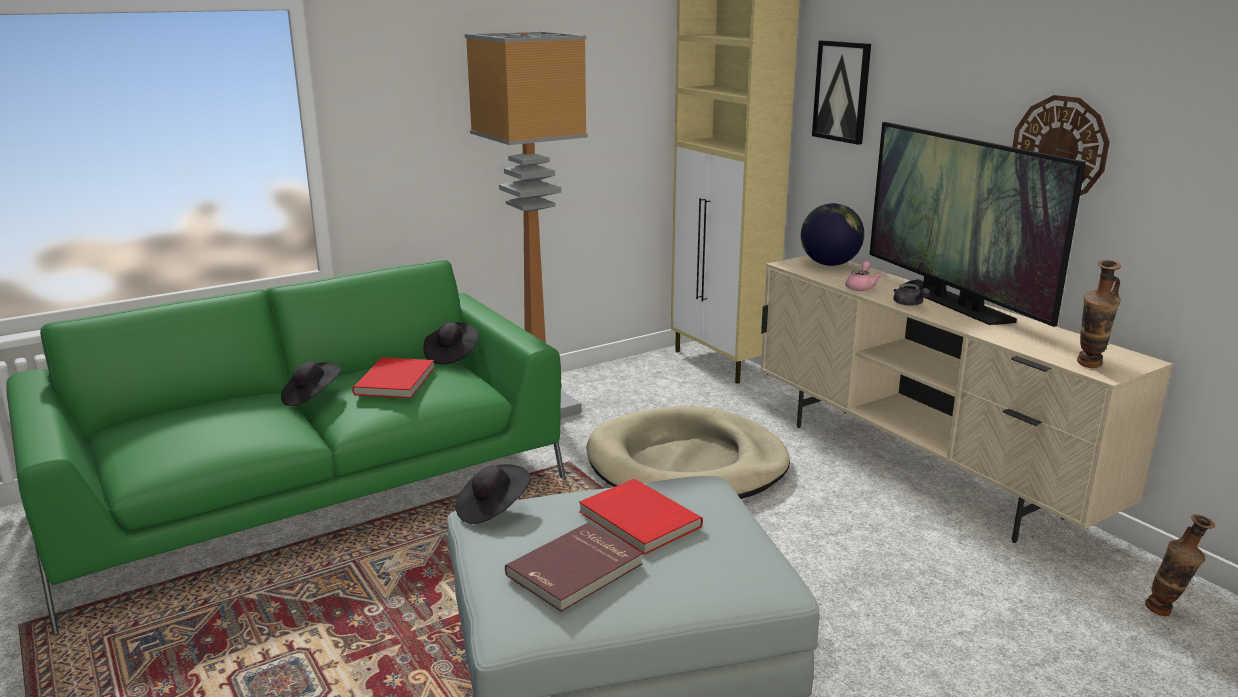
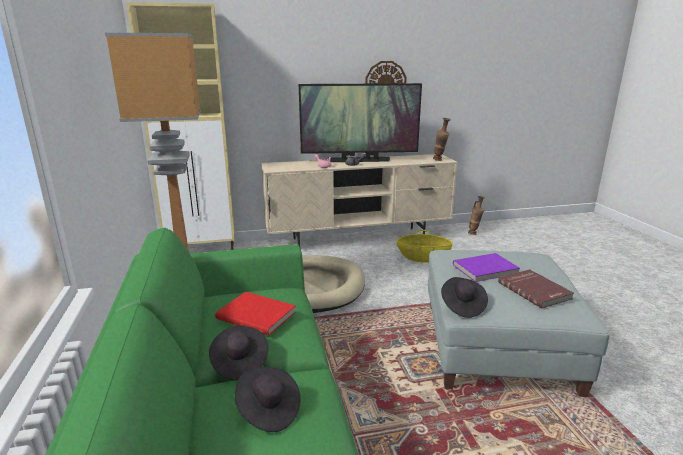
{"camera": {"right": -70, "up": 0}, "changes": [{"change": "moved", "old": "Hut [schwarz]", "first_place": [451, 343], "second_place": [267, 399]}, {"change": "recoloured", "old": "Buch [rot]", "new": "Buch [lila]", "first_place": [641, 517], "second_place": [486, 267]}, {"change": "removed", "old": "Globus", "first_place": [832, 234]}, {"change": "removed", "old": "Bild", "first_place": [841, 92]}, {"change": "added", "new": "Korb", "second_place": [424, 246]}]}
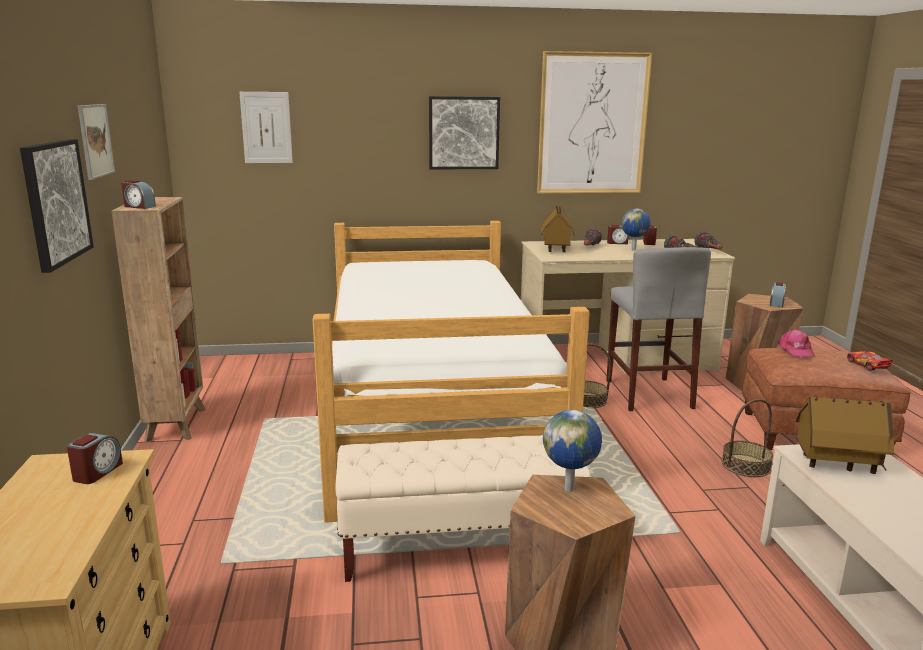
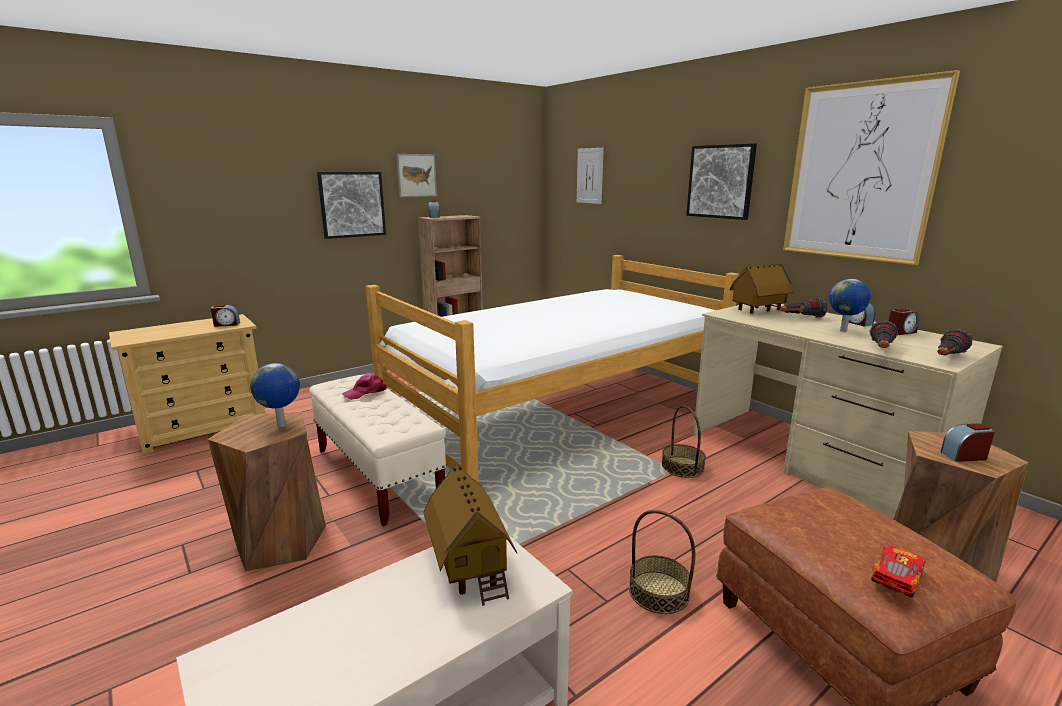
{"camera": {"right": 60, "up": 0}, "changes": [{"change": "removed", "old": "Hocker [grau]", "first_place": [658, 329]}, {"change": "moved", "old": "Kappe [rosa]", "first_place": [796, 343], "second_place": [364, 386]}]}
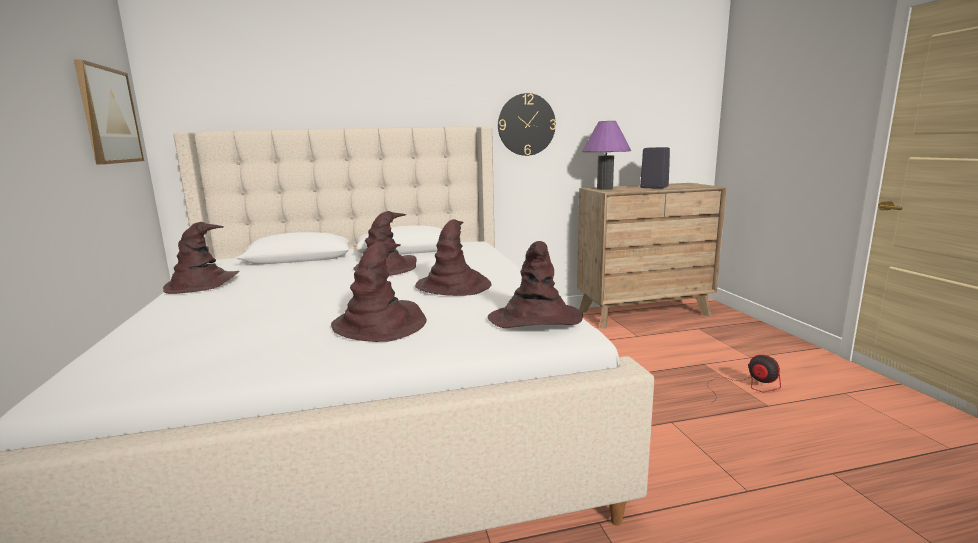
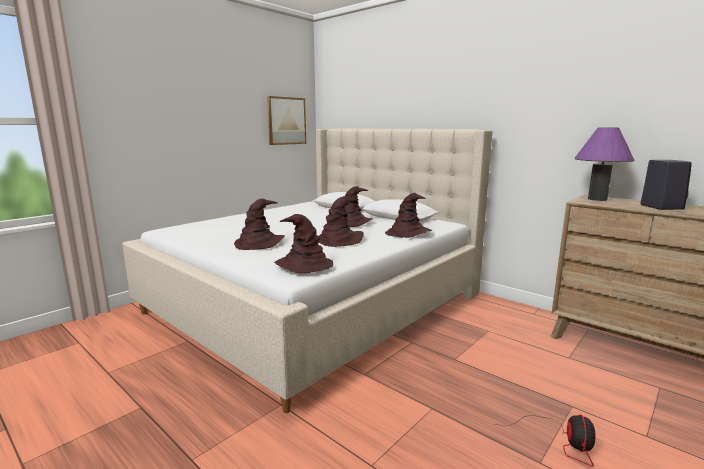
{"camera": {"right": 55, "up": 0}, "changes": [{"change": "moved", "old": "Hut [braun]", "first_place": [201, 258], "second_place": [408, 215]}, {"change": "removed", "old": "Wanduhr", "first_place": [527, 124]}]}
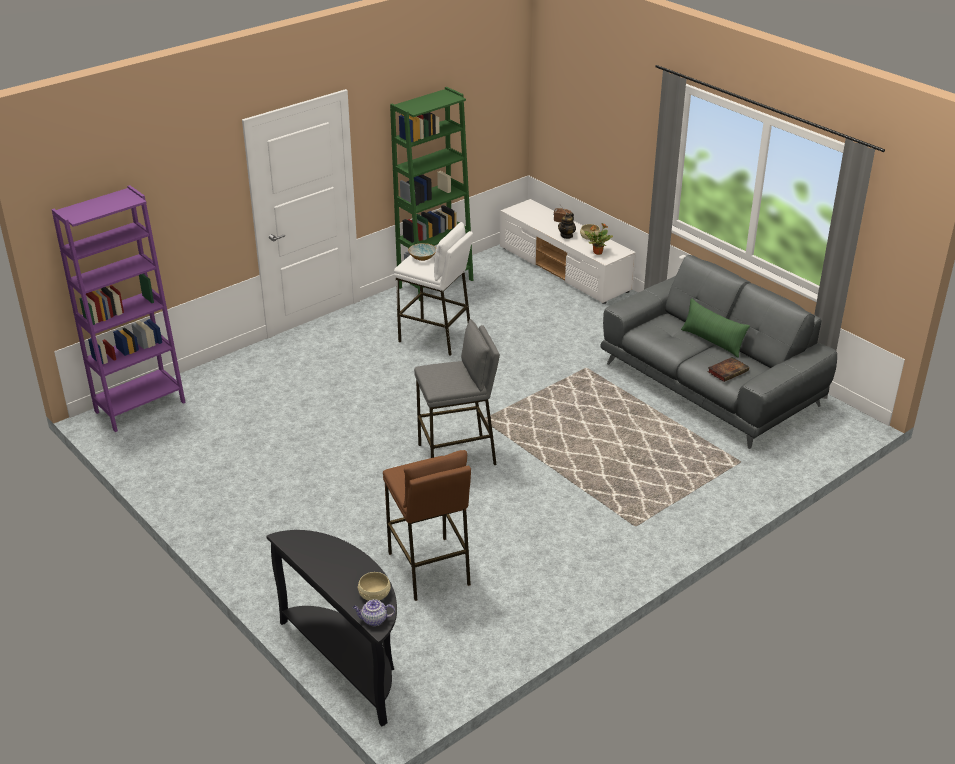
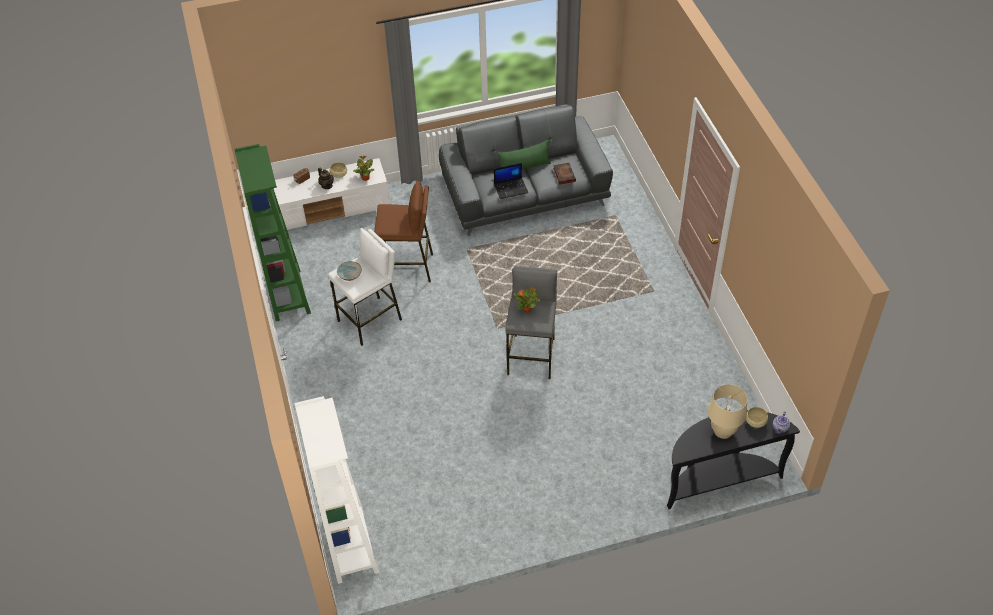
{"camera": {"right": -65, "up": 15}, "changes": [{"change": "recoloured", "old": "Bücherregal [lila]", "new": "Bücherregal [weiß]", "first_place": [119, 308], "second_place": [337, 490]}, {"change": "moved", "old": "Hocker [braun]", "first_place": [427, 525], "second_place": [403, 231]}, {"change": "added", "new": "Laptop", "second_place": [511, 181]}, {"change": "added", "new": "Topfpflanze", "second_place": [527, 299]}, {"change": "added", "new": "Tischlampe [beige]", "second_place": [727, 411]}]}
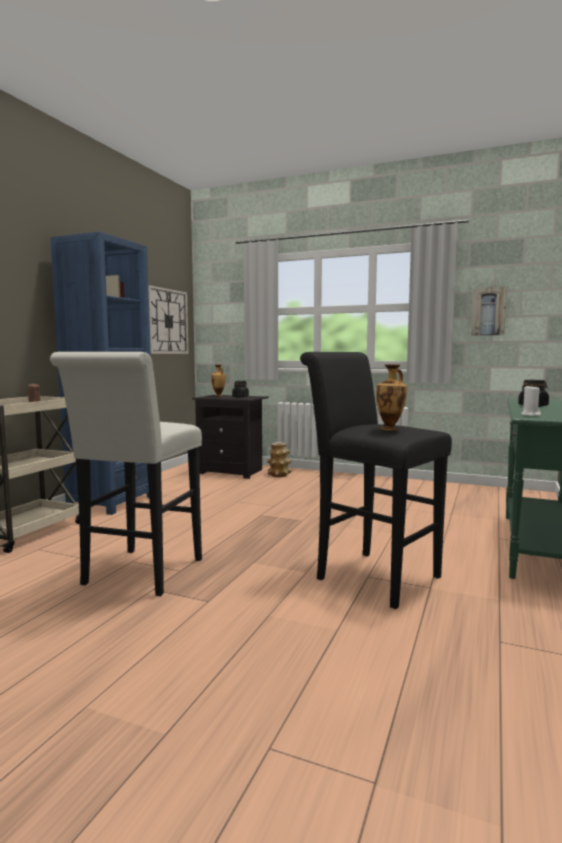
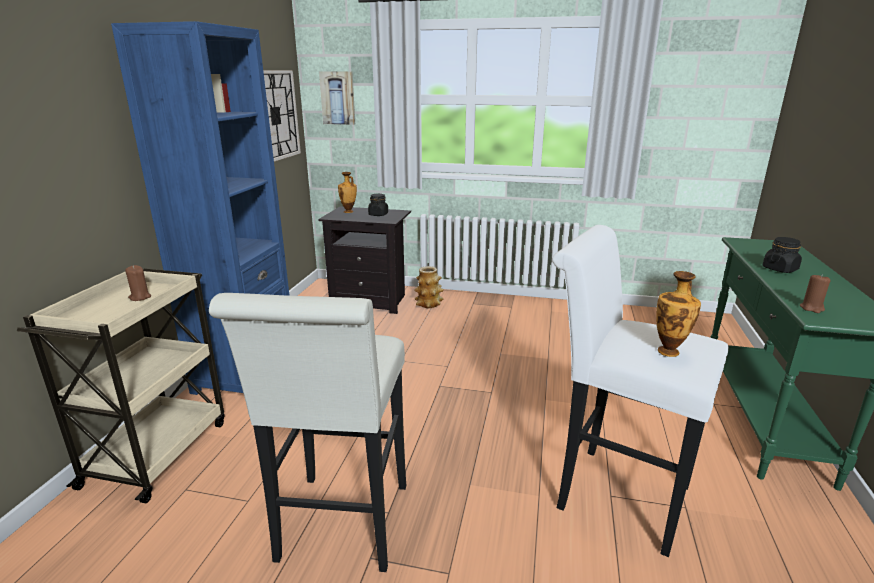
{"camera": {"right": -10, "up": 15}, "changes": [{"change": "recoloured", "old": "Hocker [schwarz]", "new": "Hocker [weiß]", "first_place": [376, 480], "second_place": [640, 391]}, {"change": "moved", "old": "Bild", "first_place": [488, 311], "second_place": [337, 98]}, {"change": "recoloured", "old": "Kerze [weiß]", "new": "Kerze [braun]", "first_place": [531, 400], "second_place": [815, 293]}]}
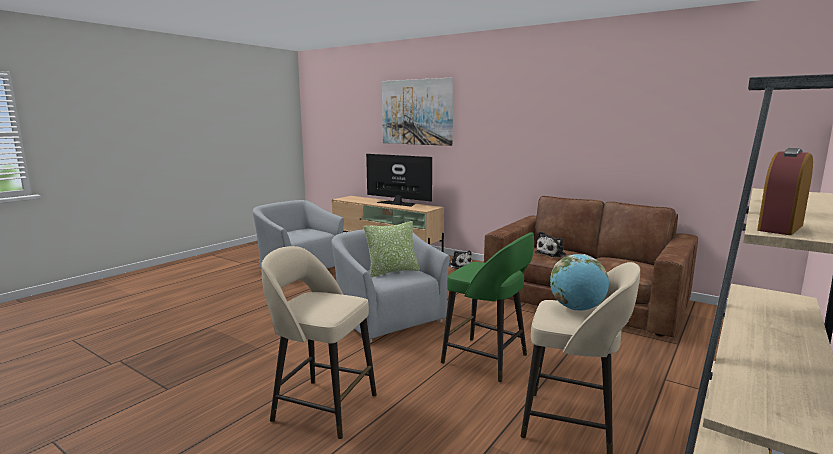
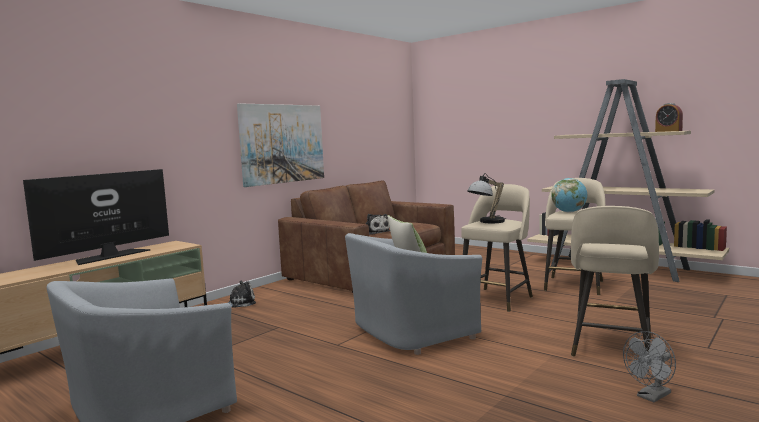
{"camera": {"right": -85, "up": -5}, "changes": [{"change": "moved", "old": "Bild", "first_place": [417, 112], "second_place": [280, 145]}, {"change": "recoloured", "old": "Hocker [grün]", "new": "Hocker [beige]", "first_place": [487, 307], "second_place": [497, 248]}, {"change": "added", "new": "Tischlampe", "second_place": [487, 198]}, {"change": "added", "new": "Ventilator [grau]", "second_place": [649, 366]}]}
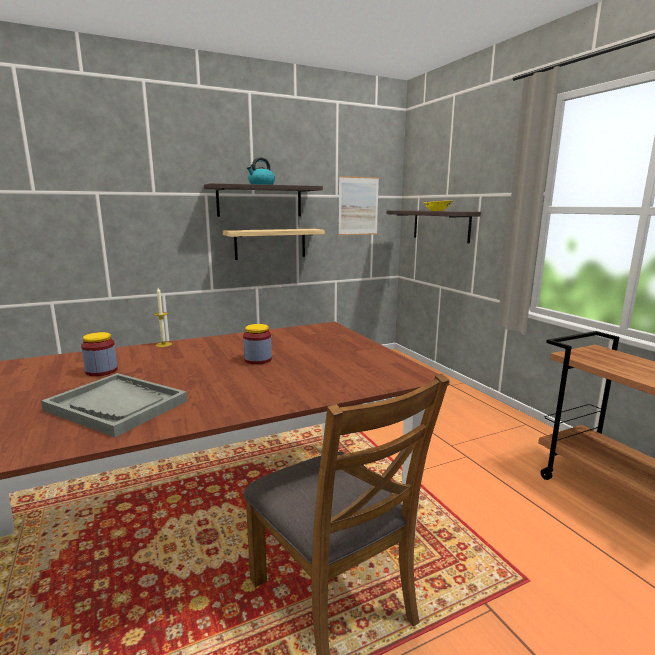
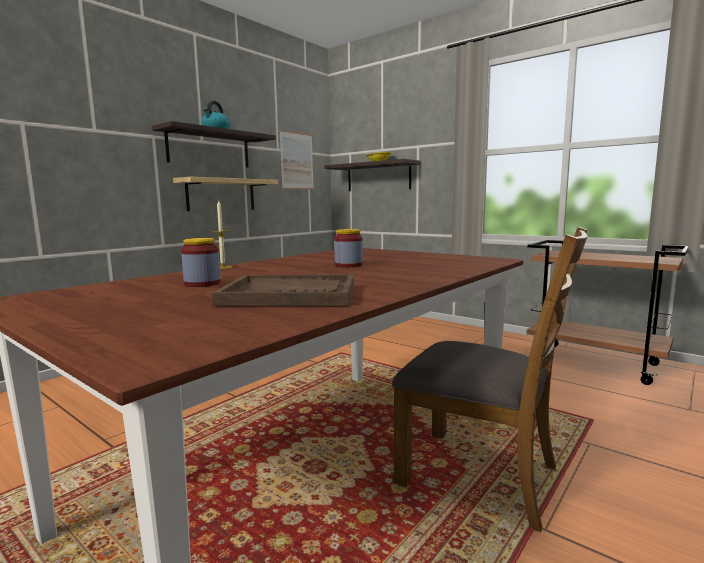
{"camera": {"right": -25, "up": -5}, "changes": [{"change": "recoloured", "old": "Tablett [grau]", "new": "Tablett [braun]", "first_place": [114, 405], "second_place": [283, 290]}]}
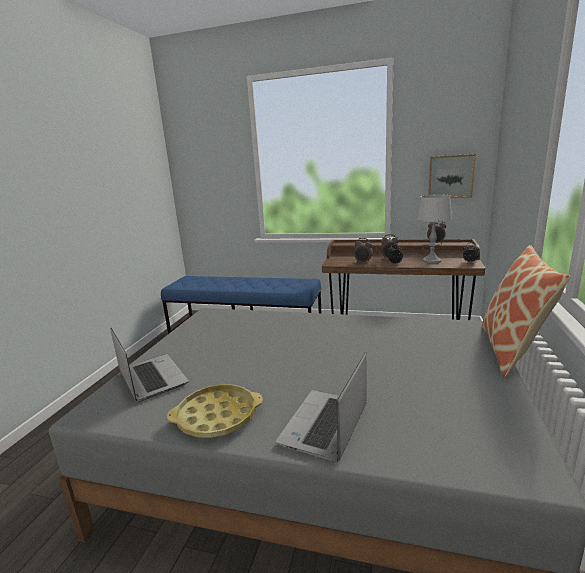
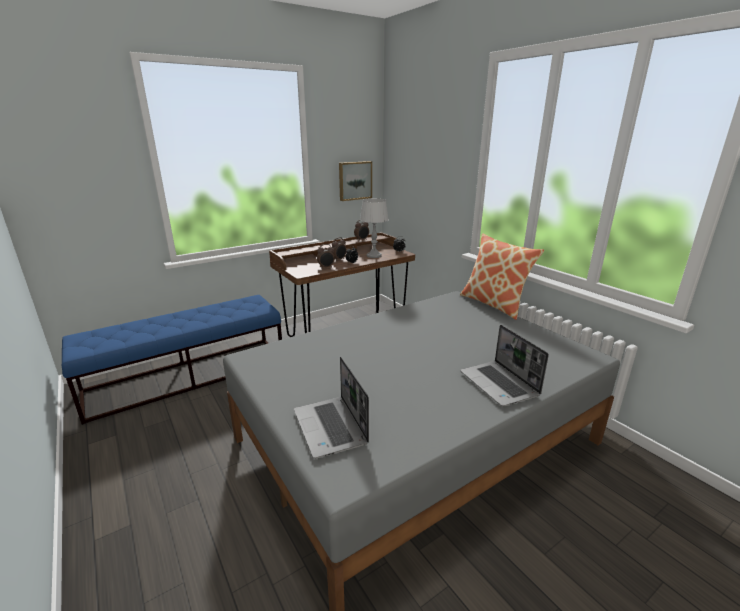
{"camera": {"right": -50, "up": 5}, "changes": [{"change": "turned", "old": "Laptop", "first_place": [150, 365], "second_place": [331, 408], "degrees": -120}, {"change": "removed", "old": "Tablett [gelb]", "first_place": [215, 411]}]}
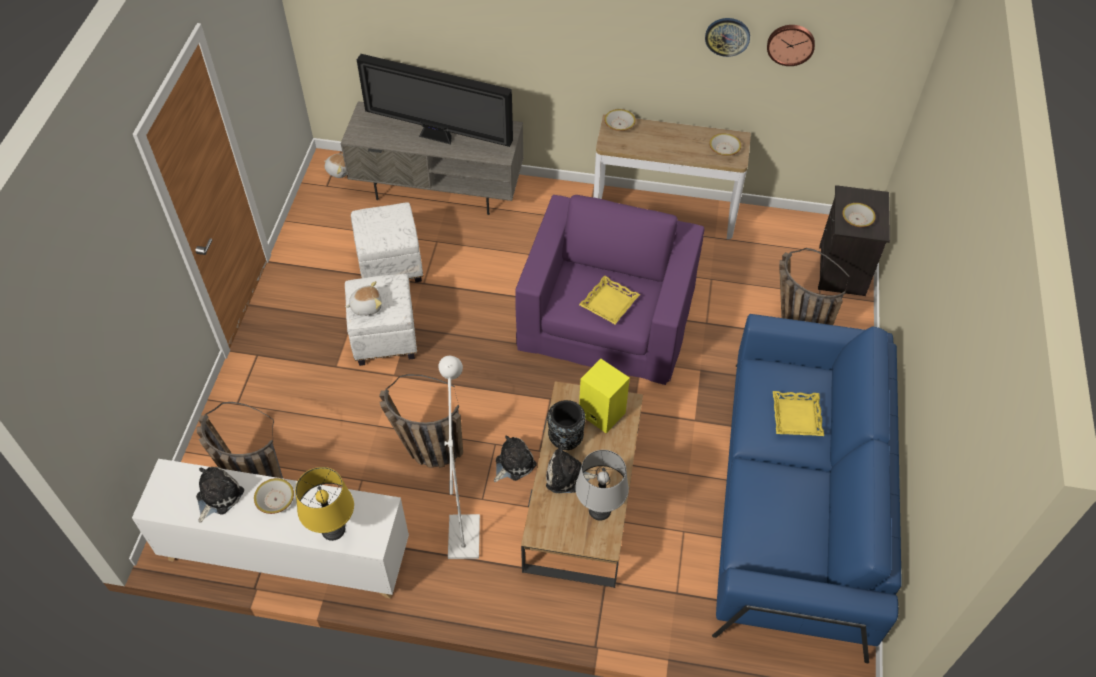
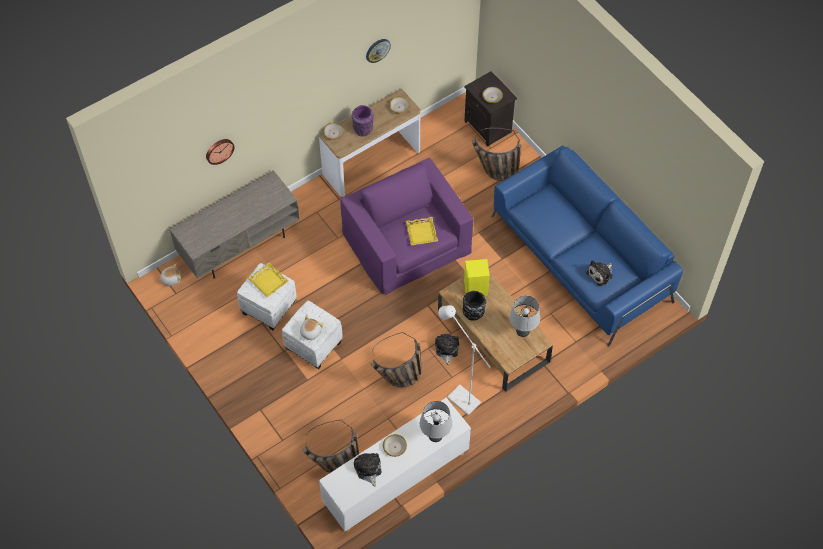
{"camera": {"right": -45, "up": 5}, "changes": [{"change": "recoloured", "old": "Tischlampe [gelb]", "new": "Tischlampe [grau]", "first_place": [324, 504], "second_place": [436, 421]}, {"change": "removed", "old": "Fernseher", "first_place": [435, 100]}, {"change": "moved", "old": "Plüschtier", "first_place": [571, 469], "second_place": [599, 273]}, {"change": "moved", "old": "Wanduhr", "first_place": [791, 45], "second_place": [220, 152]}, {"change": "moved", "old": "Tablett [gelb]", "first_place": [798, 413], "second_place": [268, 279]}, {"change": "added", "new": "Vase [lila]", "second_place": [363, 120]}]}
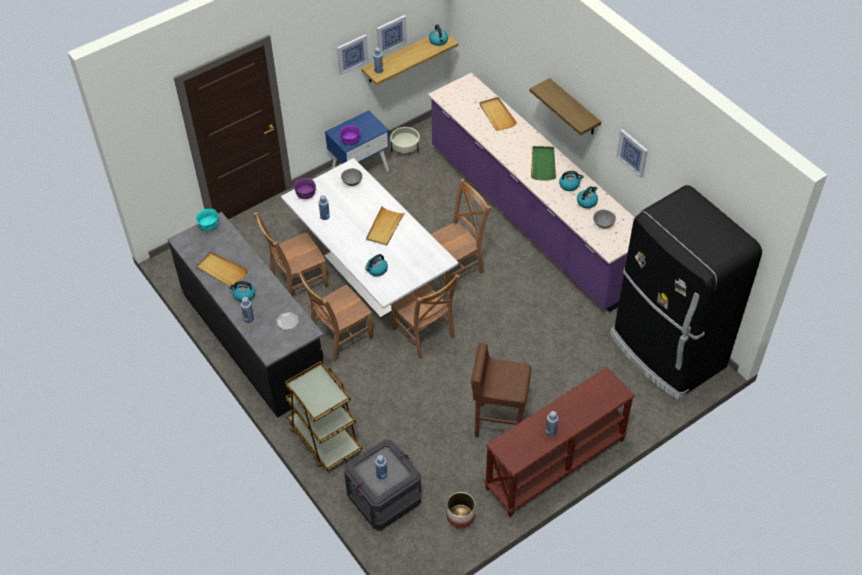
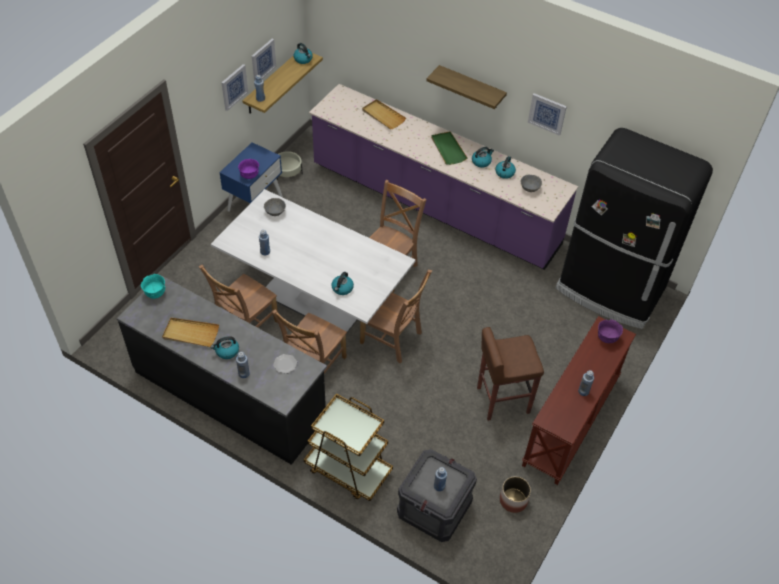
{"camera": {"right": -25, "up": 0}, "changes": [{"change": "moved", "old": "Schüssel [lila]", "first_place": [304, 188], "second_place": [610, 331]}, {"change": "removed", "old": "Tablett [beige]", "first_place": [385, 226]}]}
